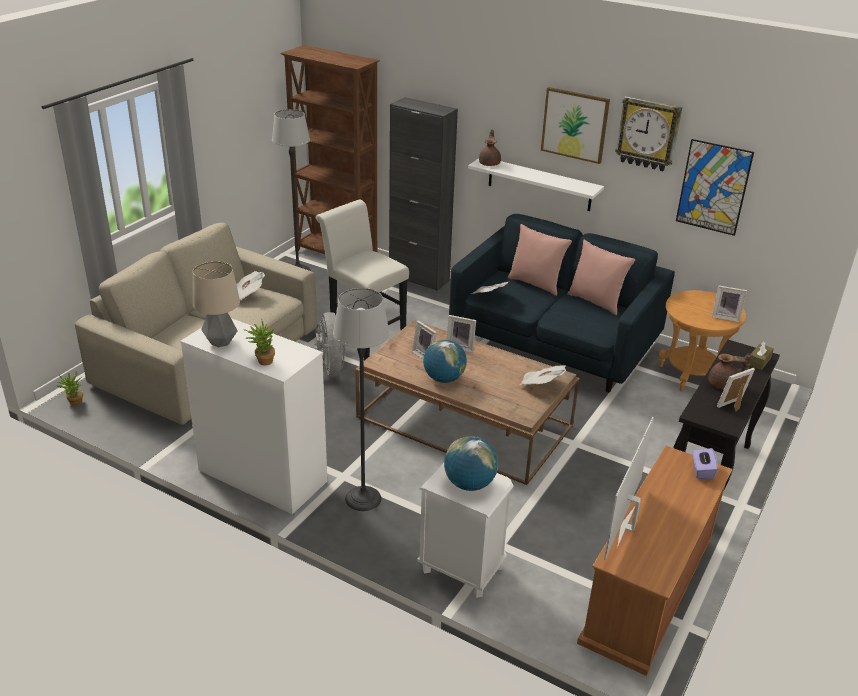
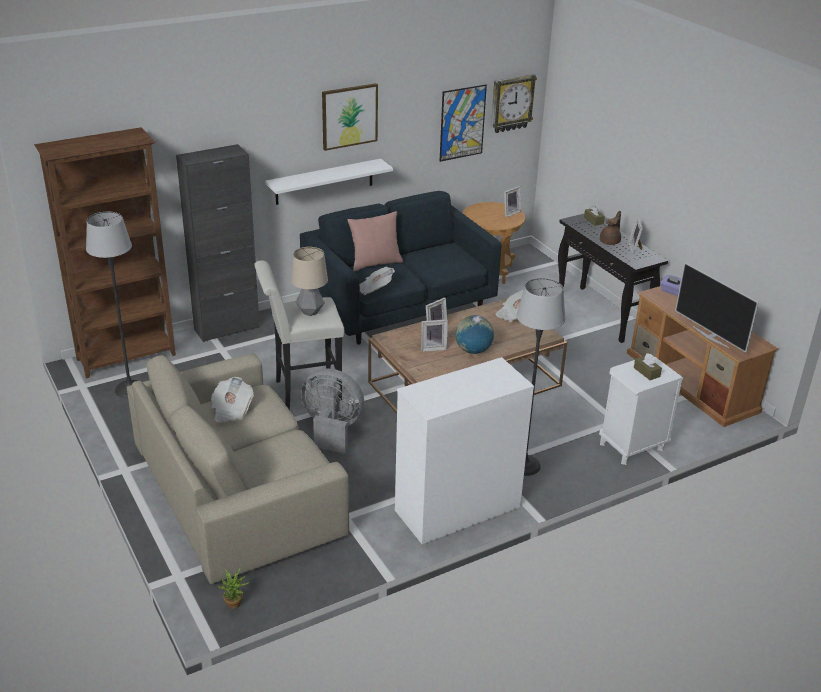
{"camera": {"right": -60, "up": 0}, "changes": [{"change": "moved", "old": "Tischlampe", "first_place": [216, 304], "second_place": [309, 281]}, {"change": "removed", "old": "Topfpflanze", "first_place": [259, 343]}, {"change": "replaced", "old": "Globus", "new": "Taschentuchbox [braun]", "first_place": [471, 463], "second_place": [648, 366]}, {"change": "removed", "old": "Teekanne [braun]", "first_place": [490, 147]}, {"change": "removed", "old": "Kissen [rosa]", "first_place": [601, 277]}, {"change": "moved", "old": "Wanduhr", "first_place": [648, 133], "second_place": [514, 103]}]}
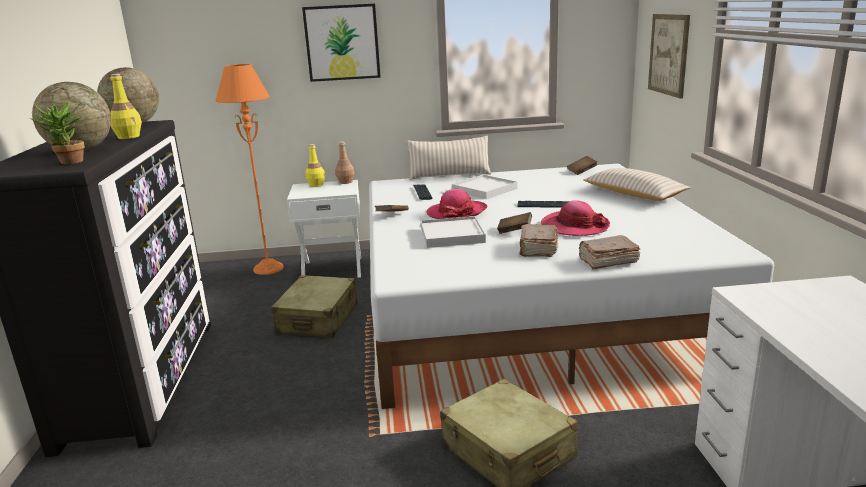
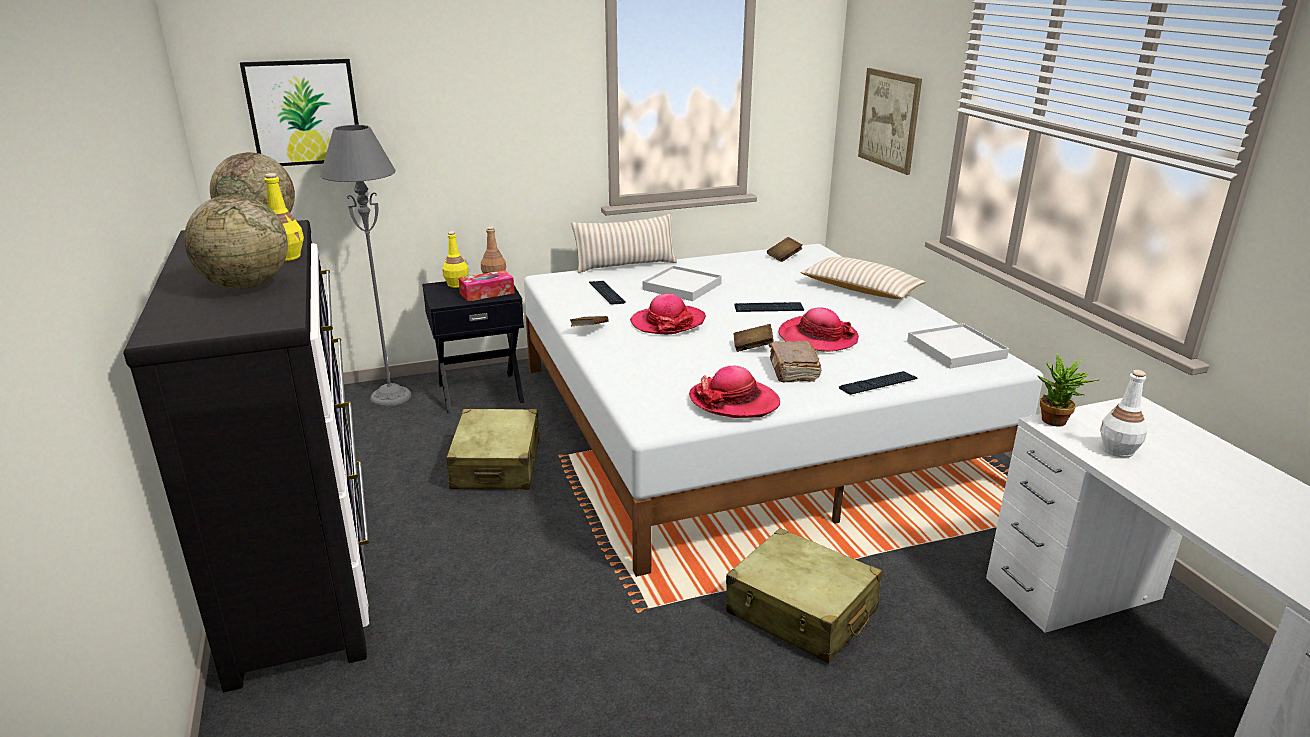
{"camera": {"right": -15, "up": 5}, "changes": [{"change": "moved", "old": "Topfpflanze", "first_place": [57, 132], "second_place": [1068, 390]}, {"change": "recoloured", "old": "Stehlampe [orange]", "new": "Stehlampe [grau]", "first_place": [249, 169], "second_place": [365, 266]}, {"change": "recoloured", "old": "Nachttisch [weiß]", "new": "Nachttisch [schwarz]", "first_place": [324, 229], "second_place": [473, 347]}, {"change": "moved", "old": "Bild", "first_place": [341, 43], "second_place": [299, 112]}, {"change": "moved", "old": "Tablett [weiß]", "first_place": [453, 232], "second_place": [958, 346]}, {"change": "replaced", "old": "Buch [braun]", "new": "Tastatur", "first_place": [610, 252], "second_place": [878, 383]}, {"change": "added", "new": "Taschentuchbox", "second_place": [486, 285]}, {"change": "added", "new": "Hut", "second_place": [734, 392]}, {"change": "added", "new": "Flasche [weiß]", "second_place": [1124, 413]}]}
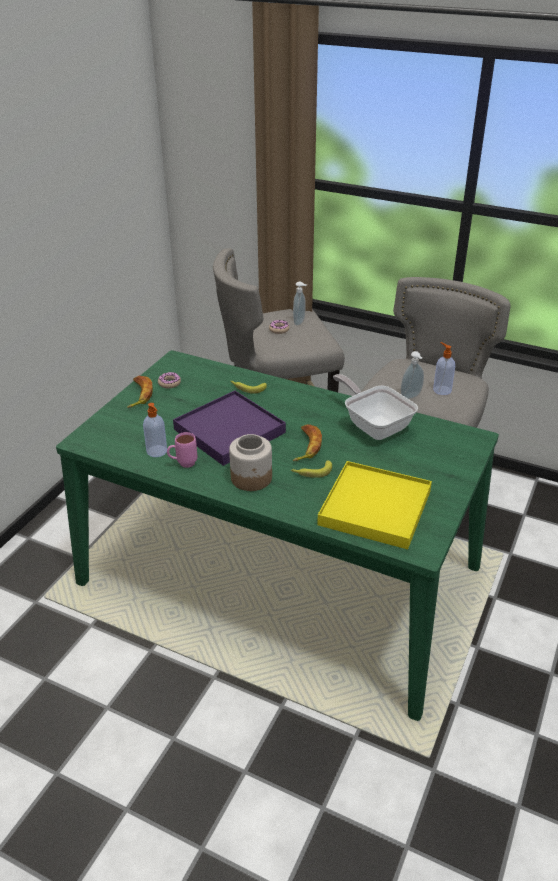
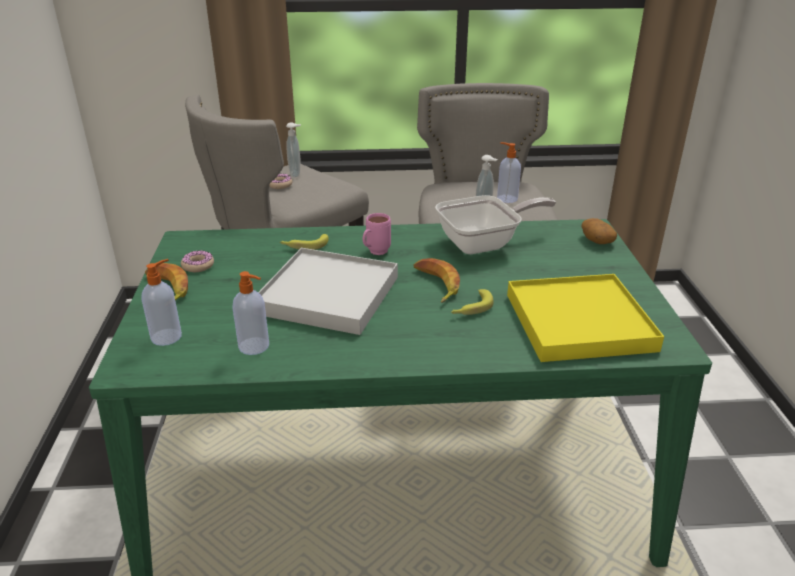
{"camera": {"right": -30, "up": -5}, "changes": [{"change": "moved", "old": "Henkelbecher [rosa]", "first_place": [182, 450], "second_place": [377, 234]}, {"change": "recoloured", "old": "Tablett [lila]", "new": "Tablett [weiß]", "first_place": [229, 428], "second_place": [328, 291]}, {"change": "removed", "old": "Vorratsglas", "first_place": [250, 462]}, {"change": "turned", "old": "Pfanne", "first_place": [375, 407], "second_place": [495, 224], "degrees": 135}, {"change": "added", "new": "Seifenspender", "second_place": [161, 302]}, {"change": "added", "new": "Kartoffel", "second_place": [599, 231]}]}
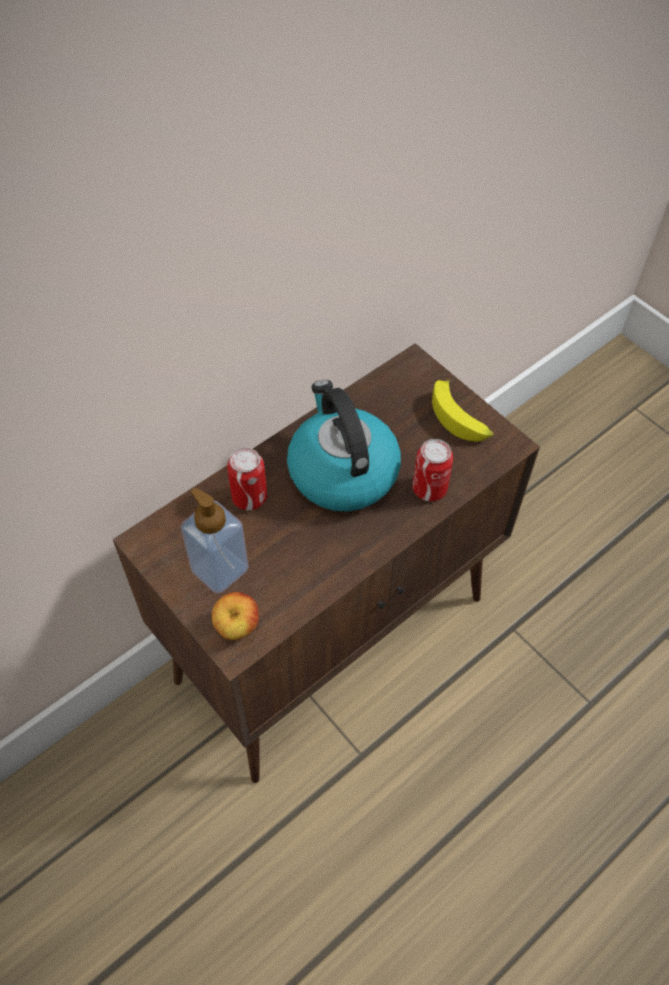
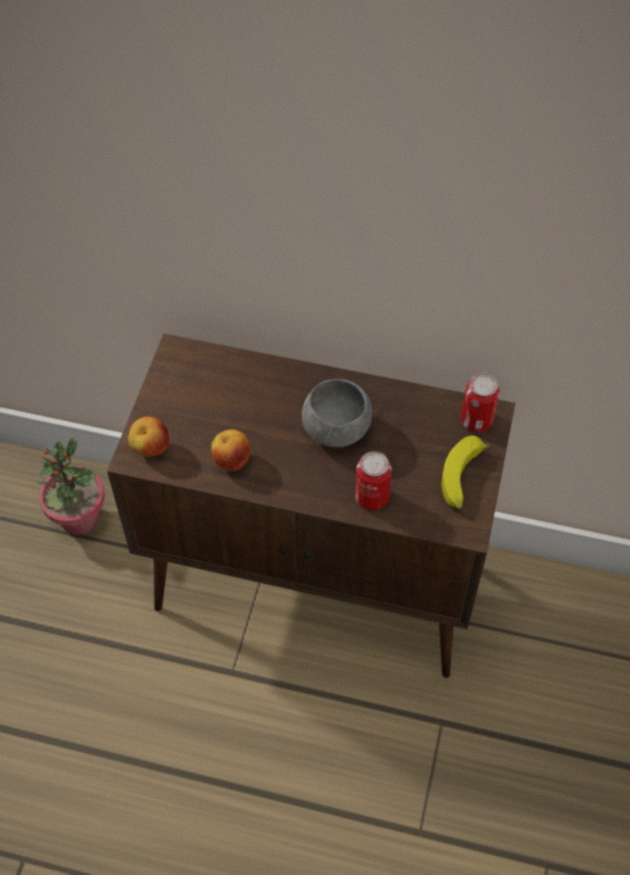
{"camera": {"right": 55, "up": 0}, "changes": [{"change": "removed", "old": "Seifenspender", "first_place": [214, 541]}, {"change": "moved", "old": "Dose", "first_place": [247, 478], "second_place": [480, 403]}, {"change": "replaced", "old": "Wasserkessel", "new": "Schüssel [grau]", "first_place": [344, 445], "second_place": [337, 413]}, {"change": "added", "new": "Topfpflanze", "second_place": [69, 486]}, {"change": "added", "new": "Apfel", "second_place": [230, 450]}]}
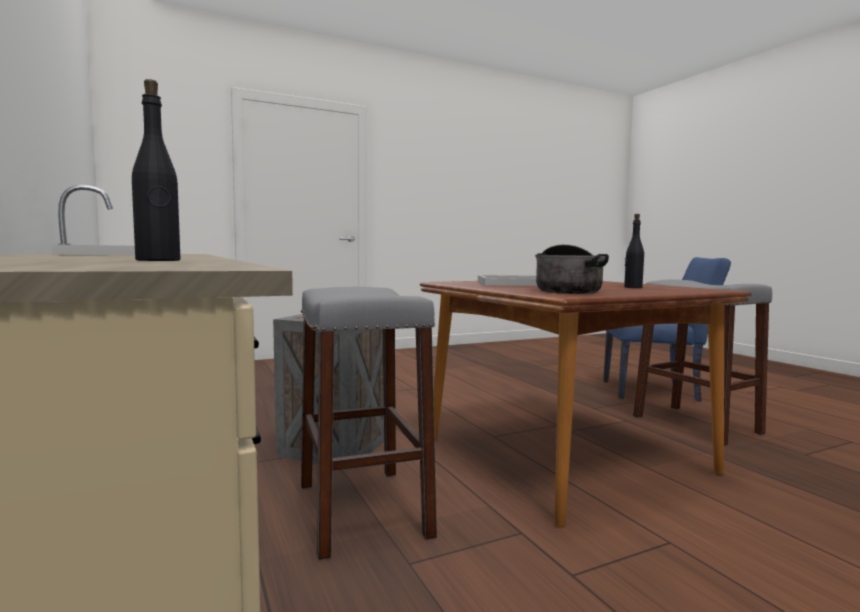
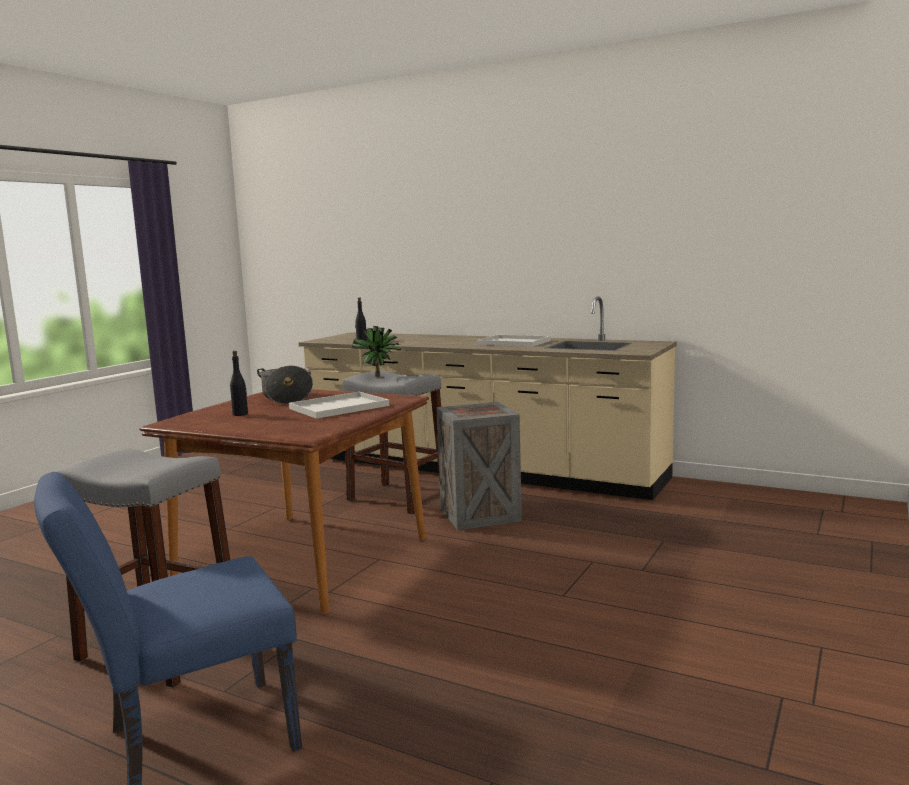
{"camera": {"right": 145, "up": 5}, "changes": [{"change": "added", "new": "Topfpflanze", "second_place": [376, 351]}]}
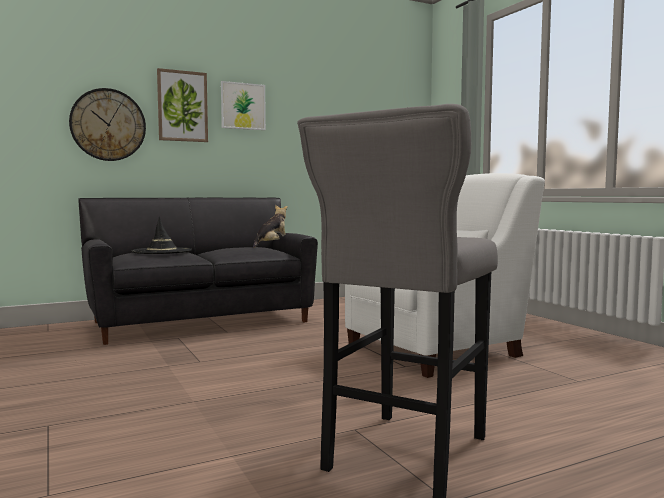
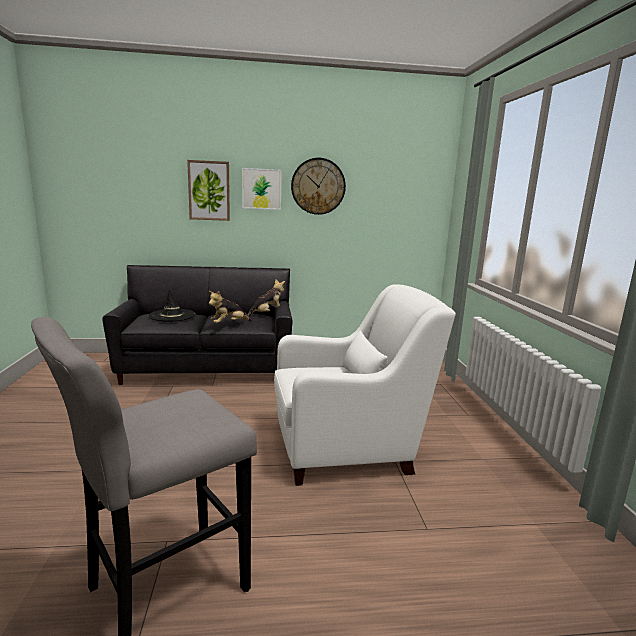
{"camera": {"right": 20, "up": 10}, "changes": [{"change": "moved", "old": "Wanduhr", "first_place": [107, 124], "second_place": [318, 186]}, {"change": "added", "new": "Plüschtier", "second_place": [230, 307]}]}
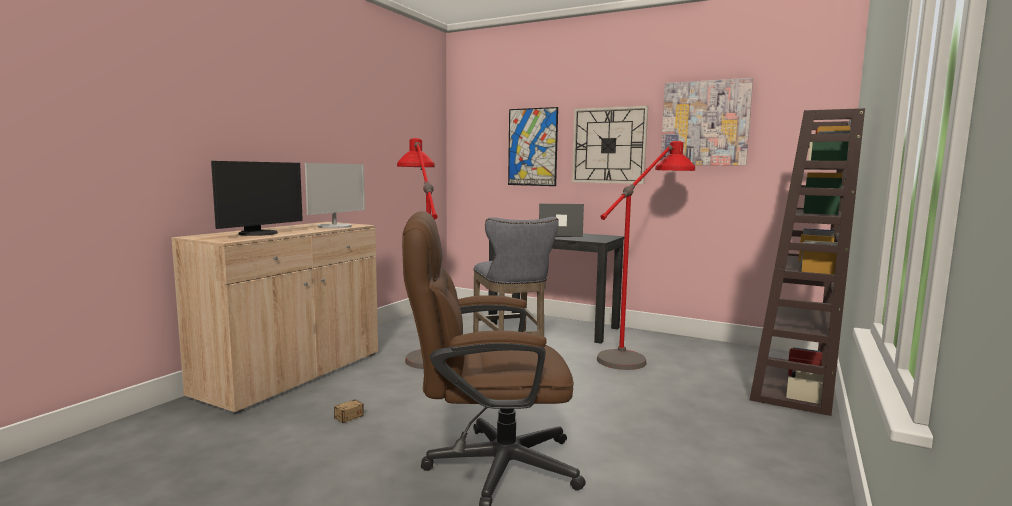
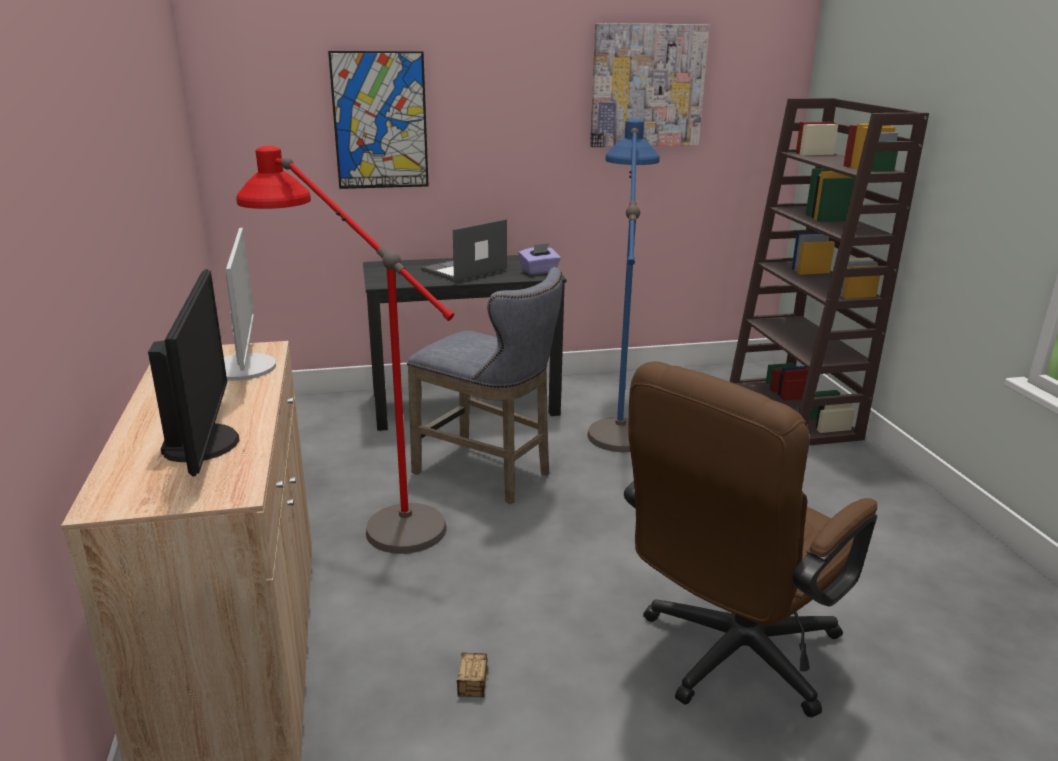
{"camera": {"right": -40, "up": 15}, "changes": [{"change": "removed", "old": "Wanduhr", "first_place": [610, 145]}, {"change": "recoloured", "old": "Stehlampe [rot]", "new": "Stehlampe [blau]", "first_place": [646, 255], "second_place": [623, 285]}, {"change": "added", "new": "Taschentuchbox [lila]", "second_place": [540, 259]}]}
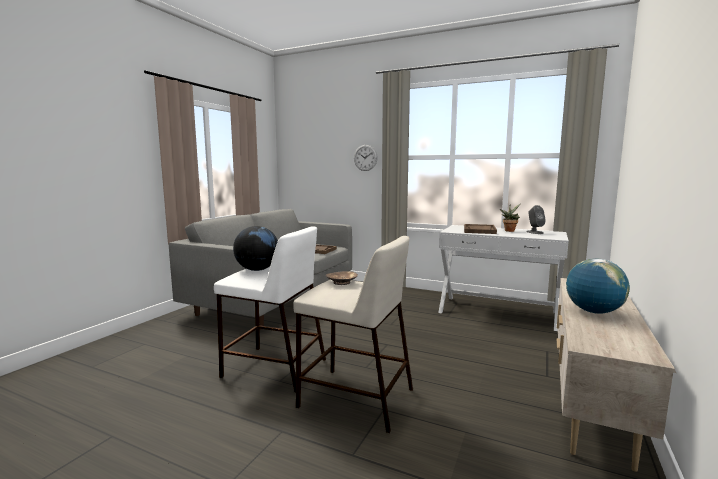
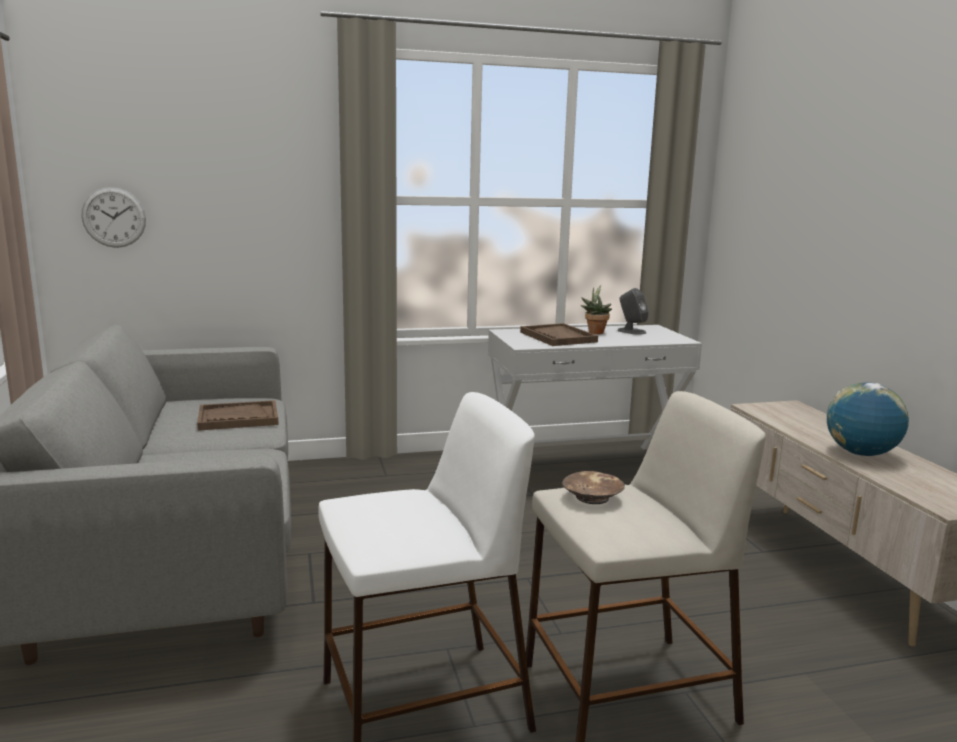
{"camera": {"right": -40, "up": 5}, "changes": [{"change": "removed", "old": "Globus", "first_place": [255, 248]}, {"change": "moved", "old": "Wanduhr", "first_place": [366, 158], "second_place": [113, 217]}]}
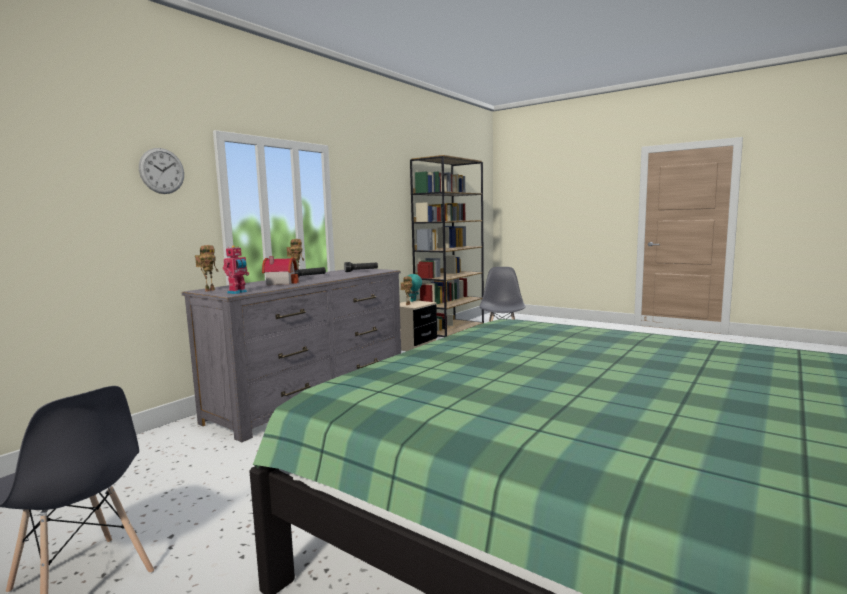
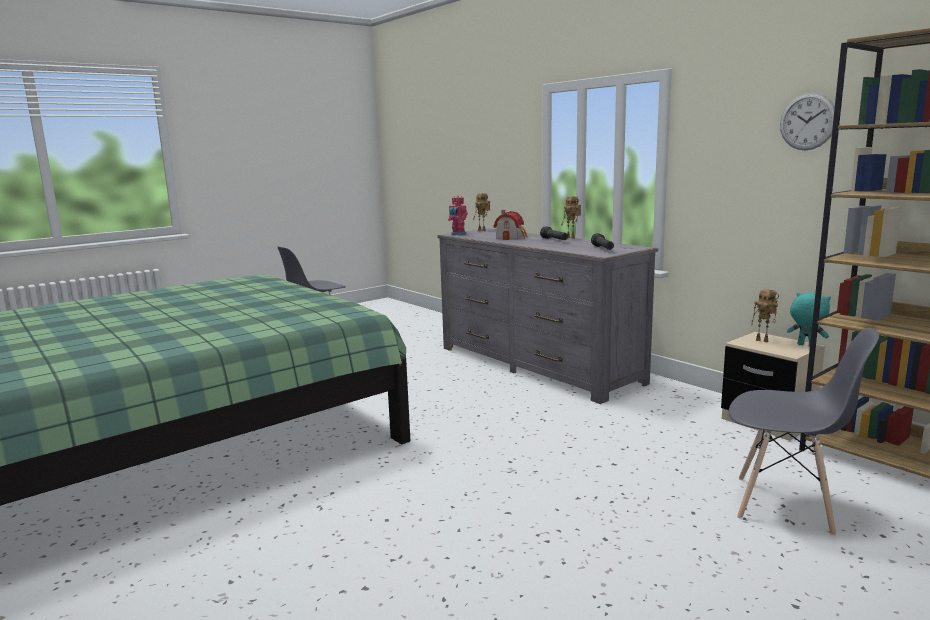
{"camera": {"right": 105, "up": 5}, "changes": [{"change": "moved", "old": "Wanduhr", "first_place": [161, 171], "second_place": [807, 121]}]}
